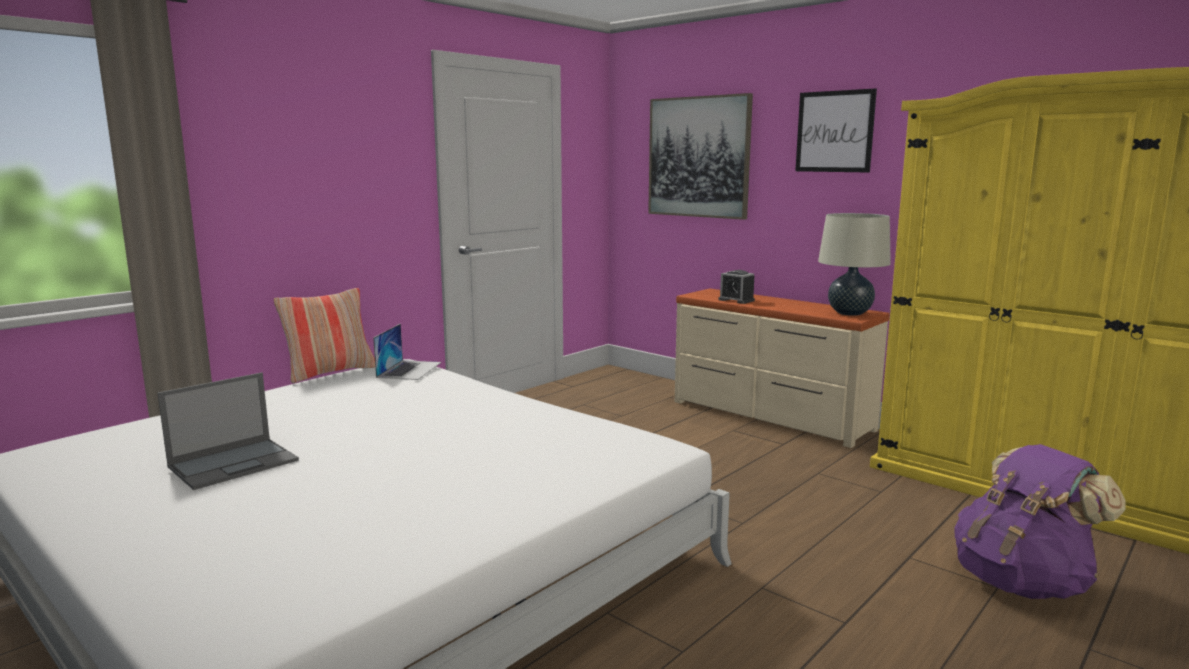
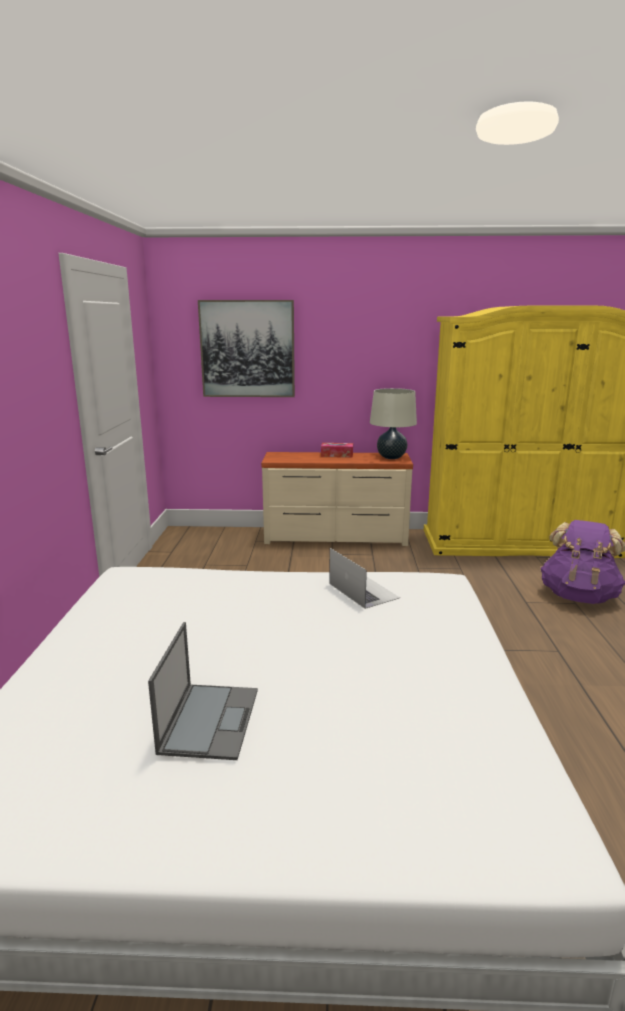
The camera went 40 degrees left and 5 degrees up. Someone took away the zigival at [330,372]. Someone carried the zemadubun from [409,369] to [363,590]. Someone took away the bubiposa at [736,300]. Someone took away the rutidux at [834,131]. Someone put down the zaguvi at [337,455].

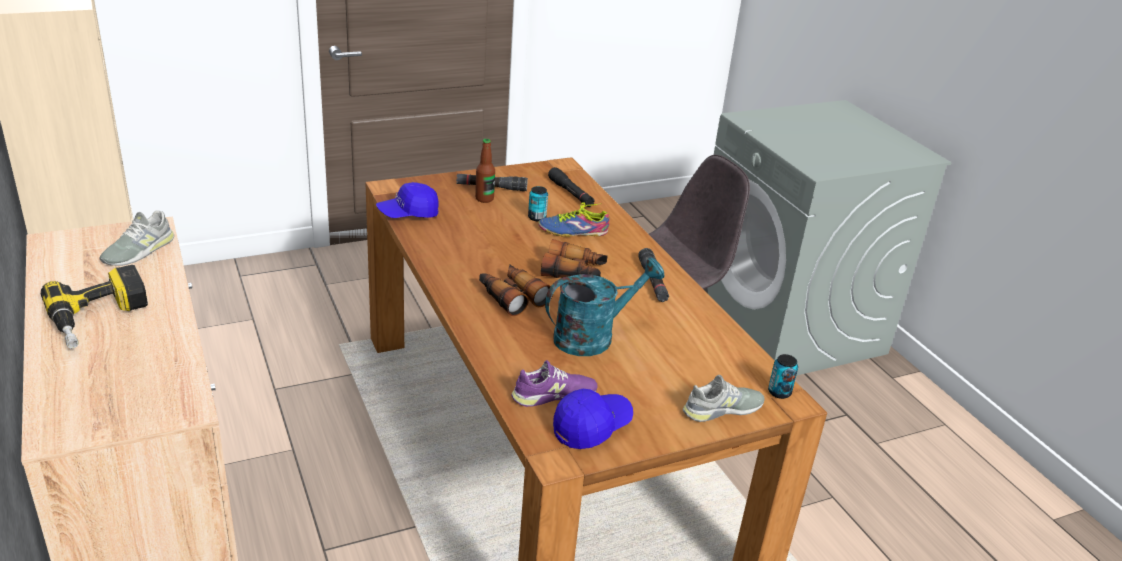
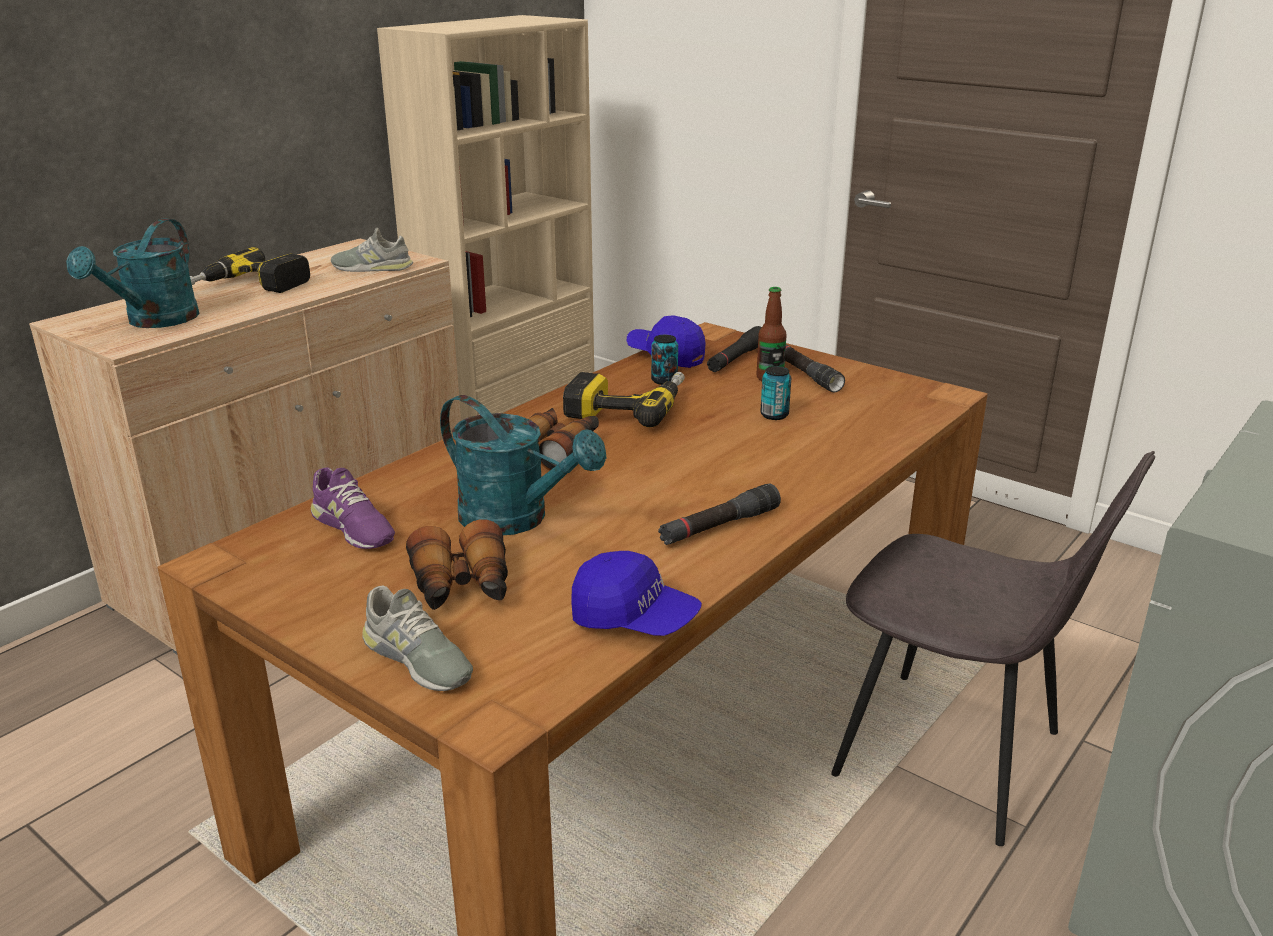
The camera went 65 degrees right and 5 degrees down. Someone took away the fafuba at [573,230]. Someone carried the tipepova from [574,272] to [462,587]. Someone carried the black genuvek from [571,193] to [736,358]. Someone carried the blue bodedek from [591,427] to [634,619]. Someone carried the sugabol from [779,392] to [664,380]. Someone put down the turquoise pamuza at [154,321]. Someone put down the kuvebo at [628,407].

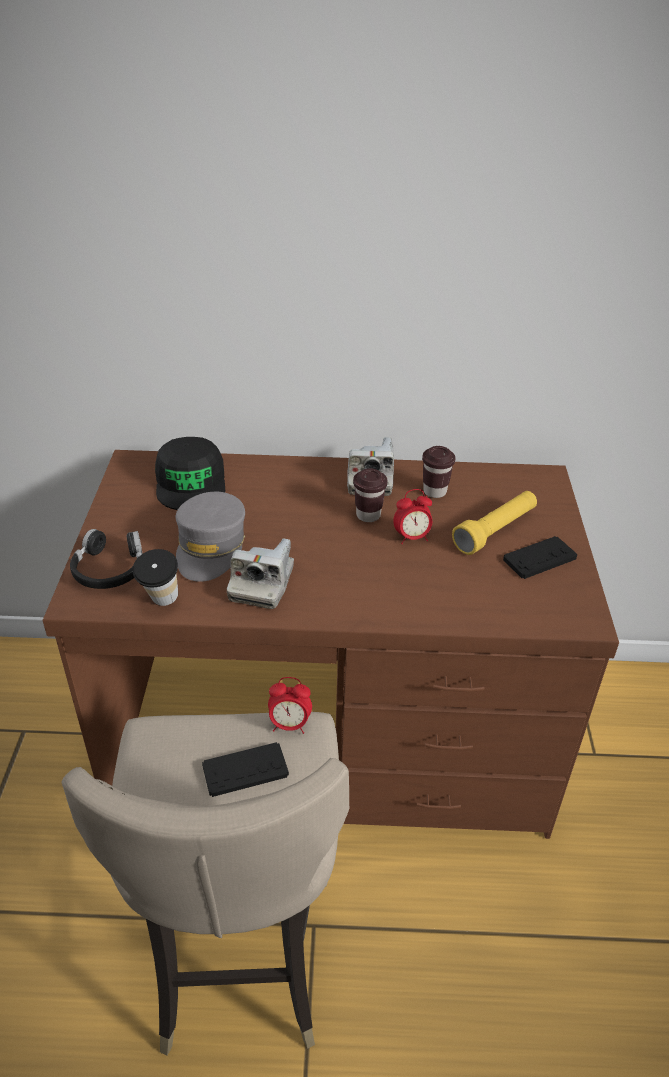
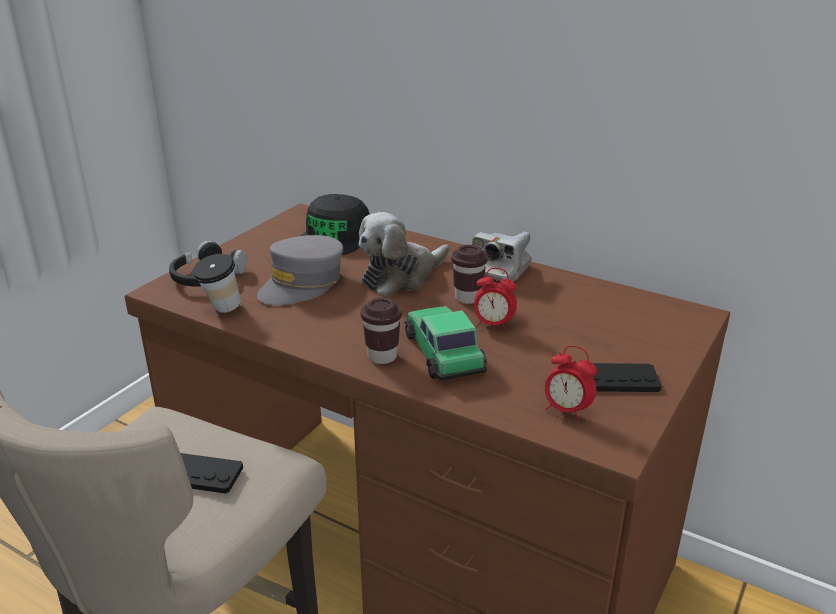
The camera went 30 degrees right and 10 degrees down. Someone took away the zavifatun at [262,584]. Someone carried the bubiposa from [289,725] to [566,411]. Someone carried the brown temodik from [434,491] to [382,356]. Someone took away the yellow genuvek at [495,531]. Someone put down the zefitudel at [401,277]. Someone put down the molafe at [443,352].

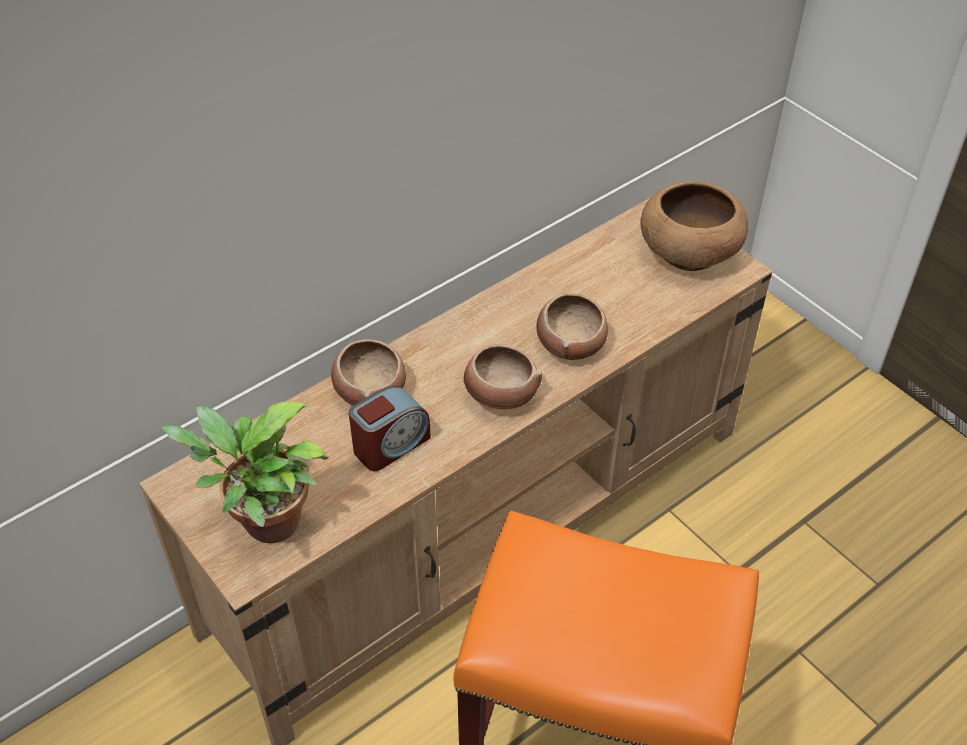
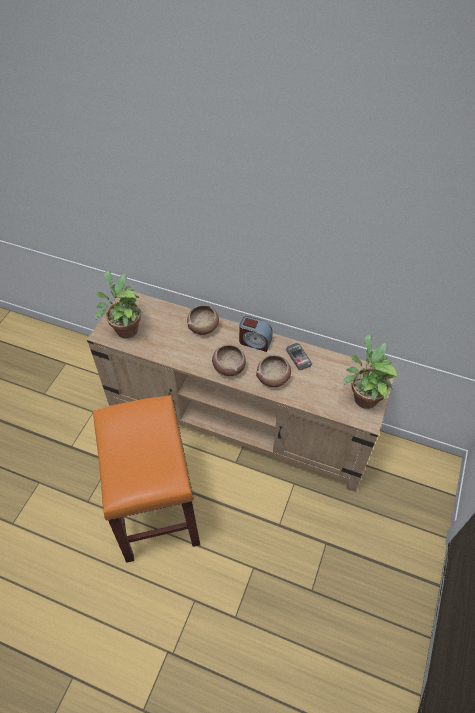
The camera went 60 degrees right and 5 degrees up. Someone carried the bubiposa from [390,444] to [255,341]. Someone swapped the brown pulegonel at [688,251] for the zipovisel at [363,396]. Someone put down the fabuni at [298,357].

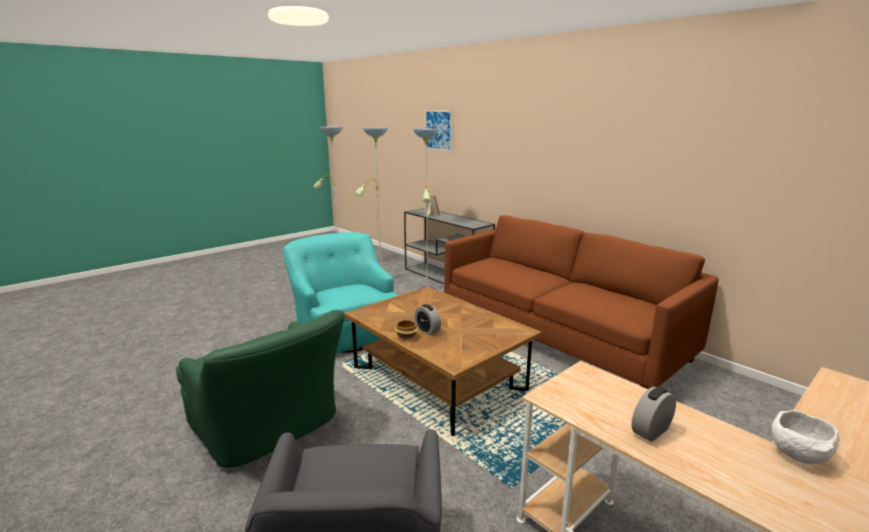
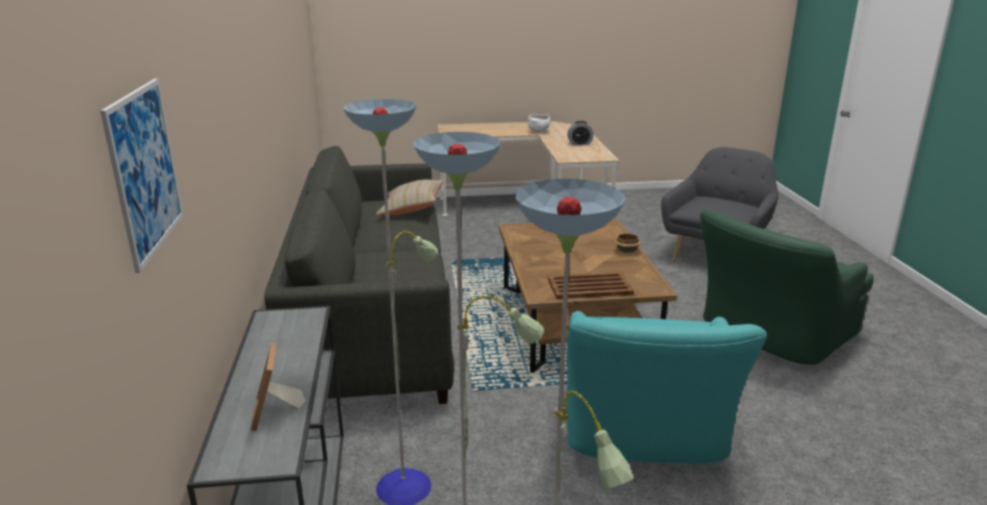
The camera went 145 degrees left and 5 degrees up. Someone rotated the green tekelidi at [270,427] by 120 degrees counterclockwise. Someone took away the bubiposa at [427,330]. Someone repainted the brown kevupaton at [559,335], which became the grey kevupaton at [373,319]. Someone put down the beige zigival at [411,209]. Someone put down the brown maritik at [590,286].

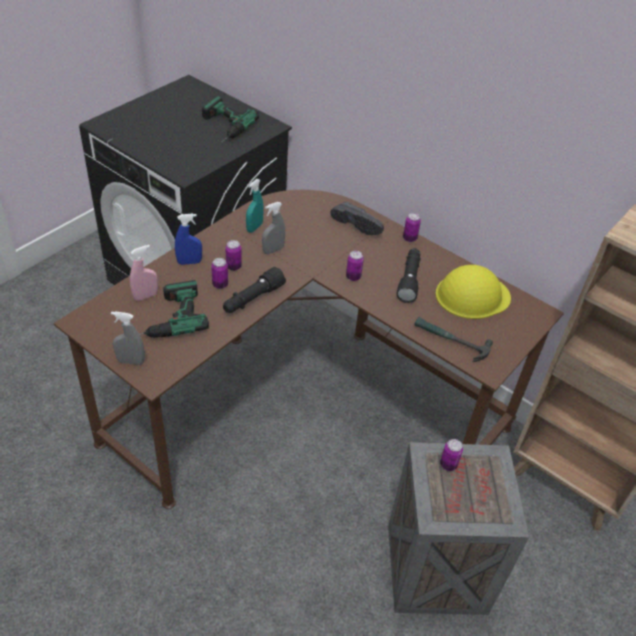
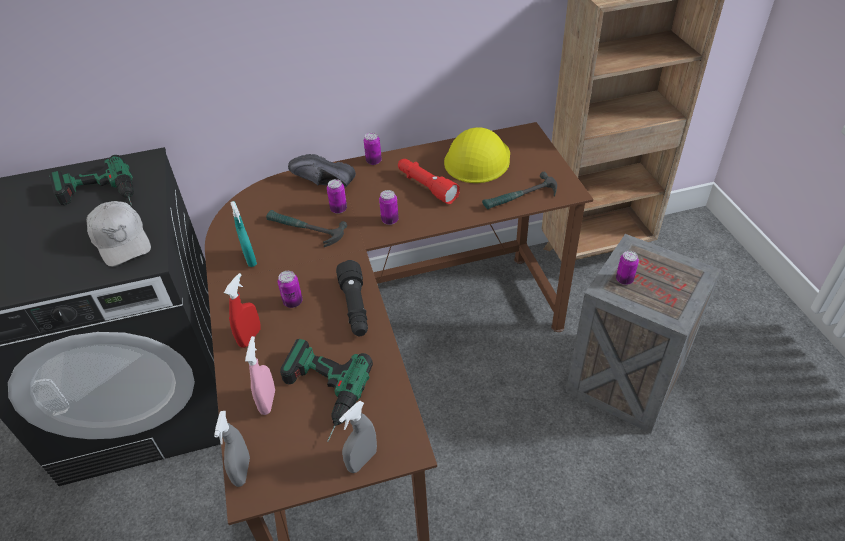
The camera went 50 degrees left and 0 degrees up. Someone repainted the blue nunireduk at [189,262], which became the red nunireduk at [250,337]. Someone carried the sugabol from [220,284] to [338,209]. Someone carried the grey nunireduk from [273,250] to [242,471]. Someone rotated the black fafuba at [358,224] by 150 degrees counterclockwise. Someone repainted the black genuvek at [409,280], which became the red genuvek at [426,186]. Someone put down the white bodedek at [122,240]. Someone put down the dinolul at [304,229].

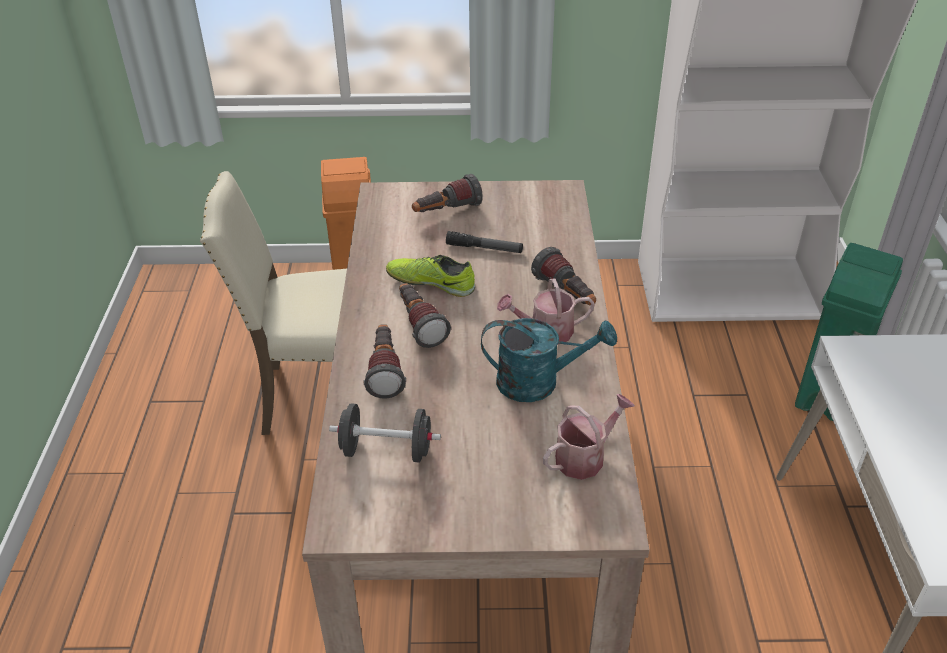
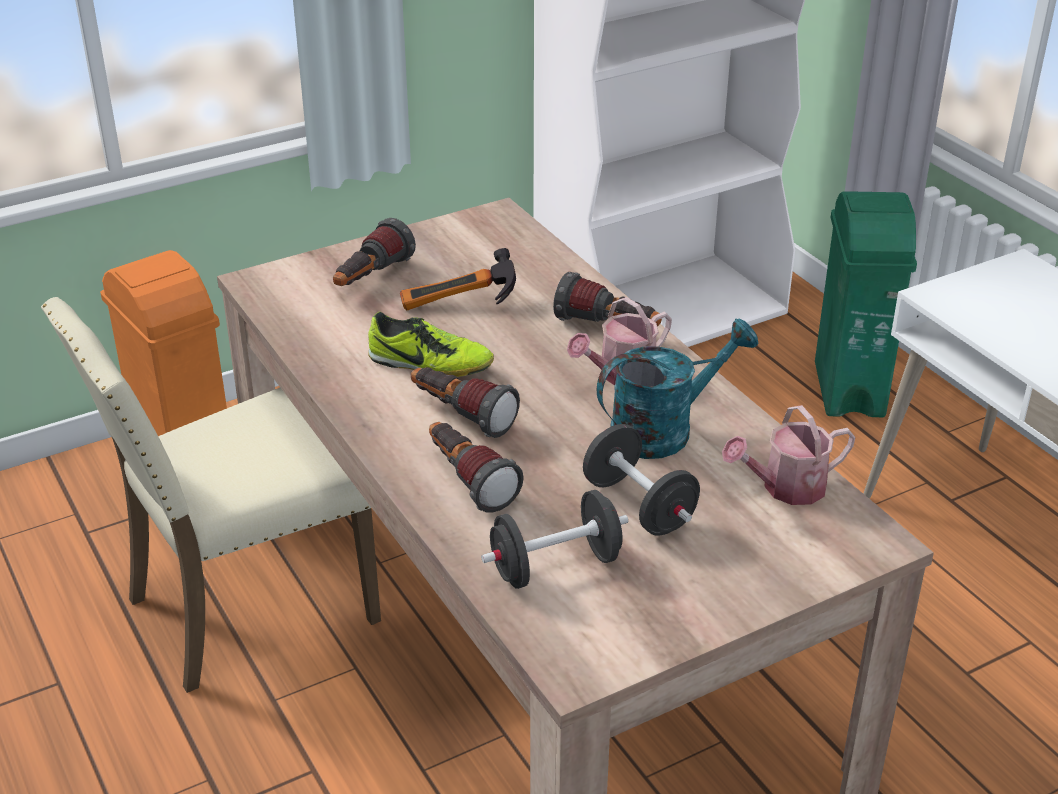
The camera went 30 degrees left and 5 degrees down. Someone rotated the fafuba at [431,283] by 150 degrees counterclockwise. Someone swapped the genuvek at [484,248] for the dinolul at [460,306]. Someone rotated the pamuza at [585,457] by 135 degrees counterclockwise. Someone put down the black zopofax at [639,506].

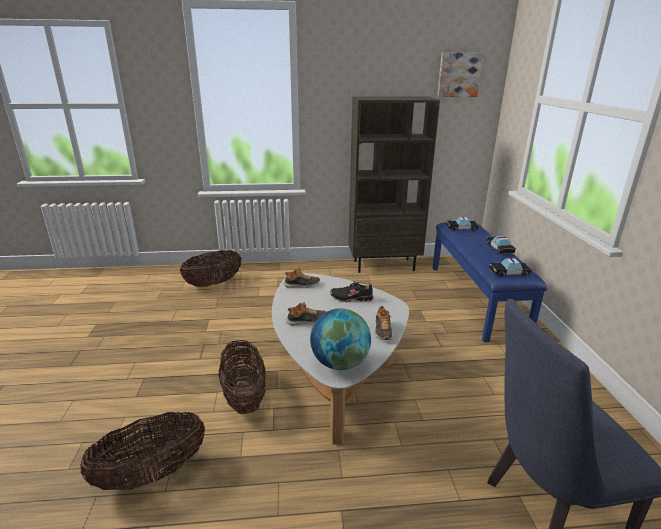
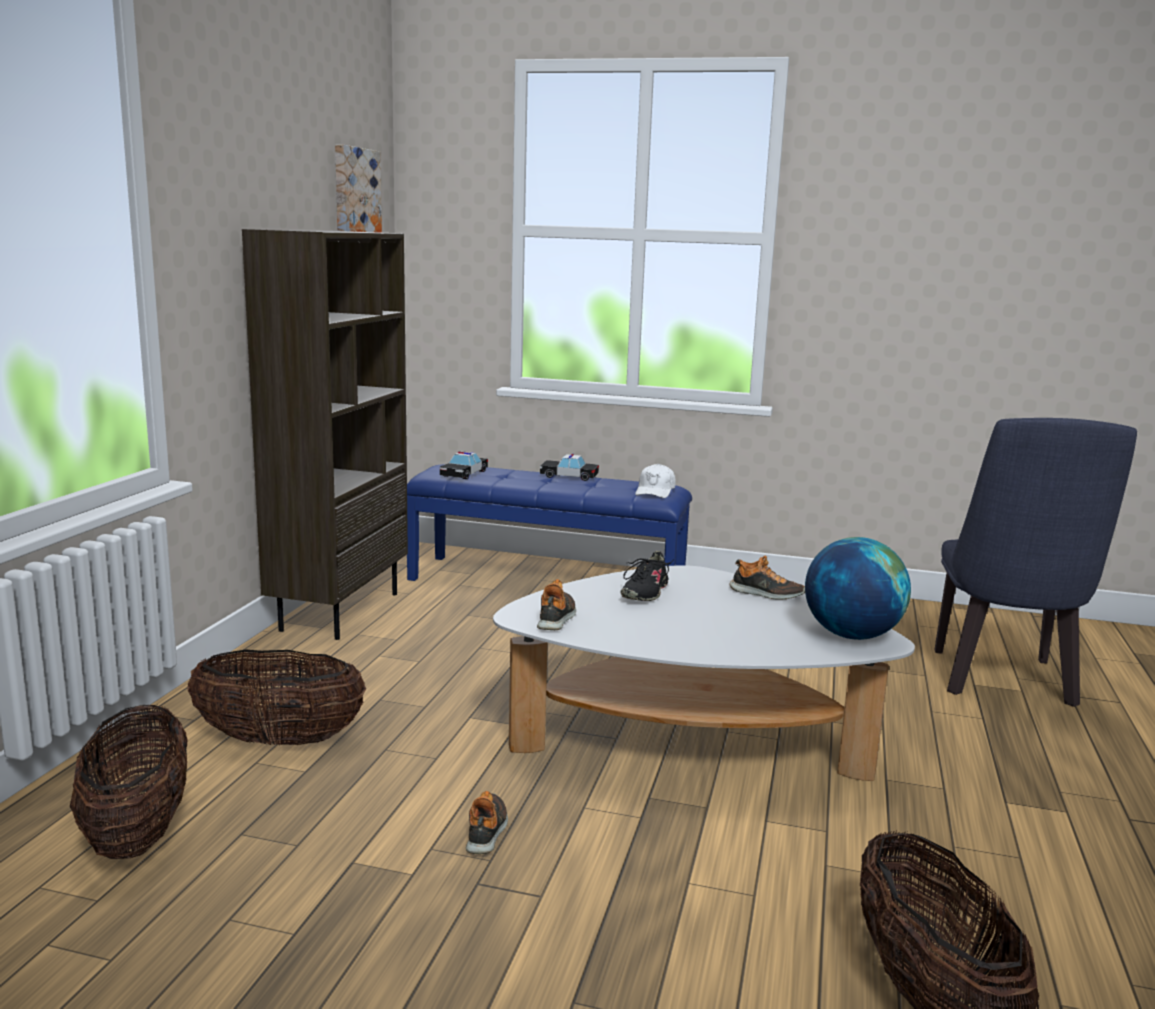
The camera went 70 degrees left and 10 degrees down. Someone carried the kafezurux from [244,397] to [279,740]. Someone carried the fafuba from [306,321] to [487,831]. Someone swapped the molafe at [508,273] for the white bodedek at [655,491].

